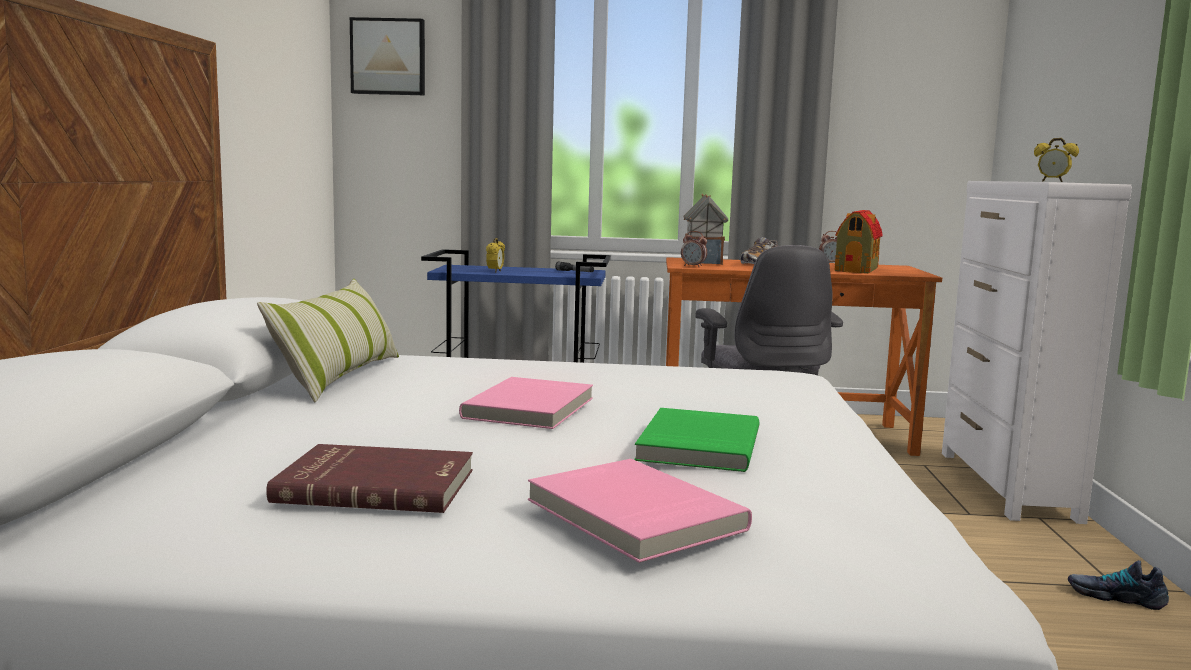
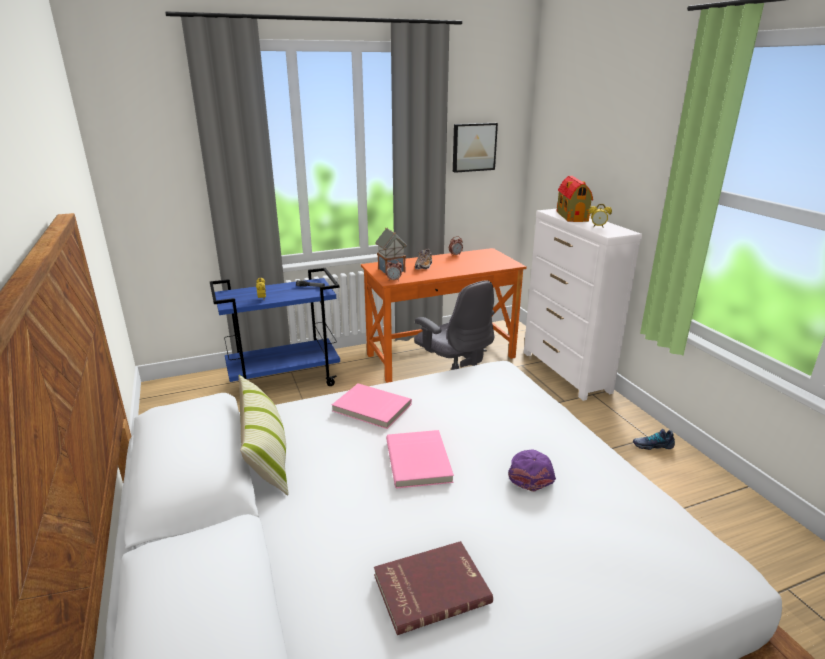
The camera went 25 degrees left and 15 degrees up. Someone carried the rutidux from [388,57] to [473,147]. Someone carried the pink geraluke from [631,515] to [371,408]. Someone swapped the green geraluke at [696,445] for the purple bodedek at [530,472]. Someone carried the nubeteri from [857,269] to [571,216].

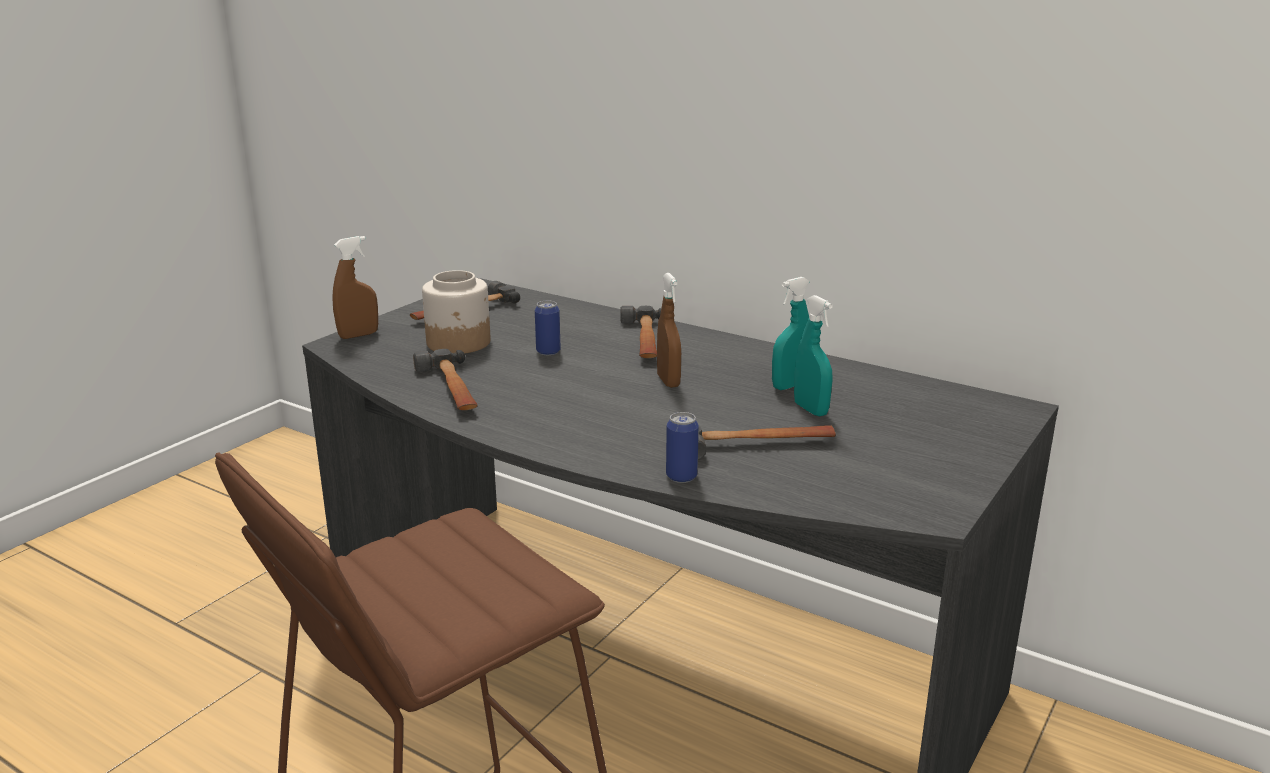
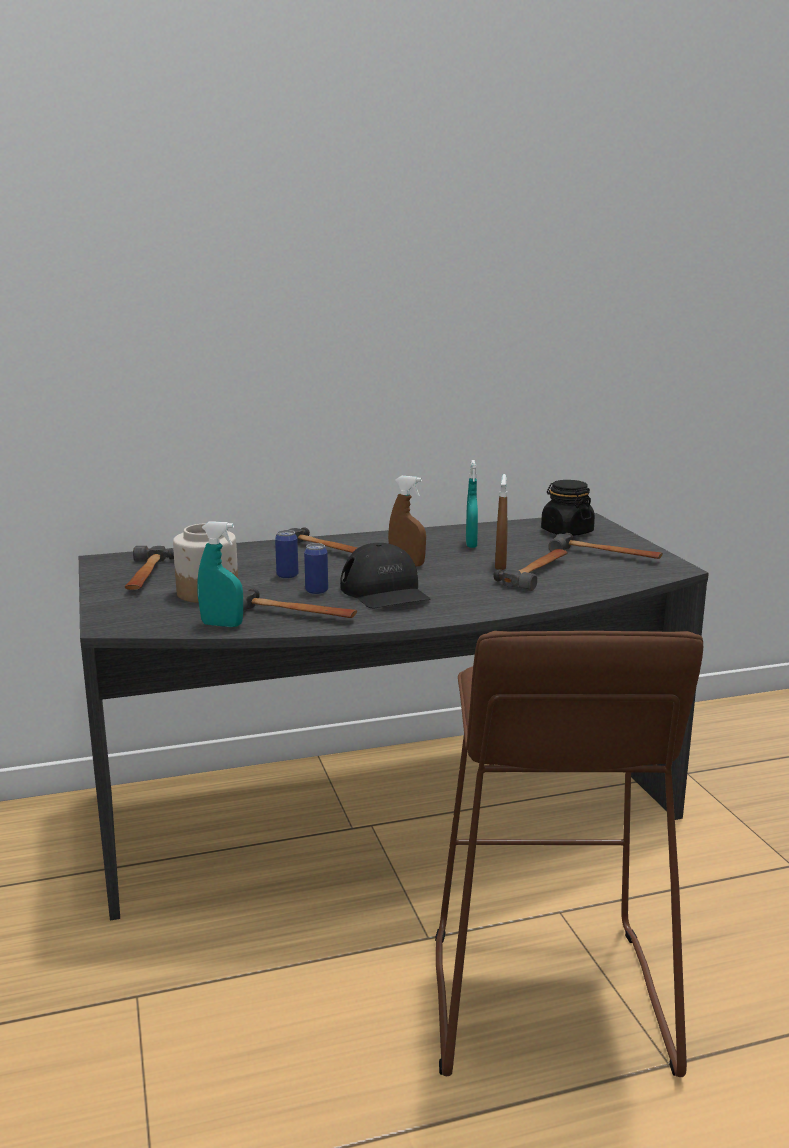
The camera went 50 degrees left and 5 degrees down. Someone carried the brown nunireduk from [358,335] to [500,565]. Someone carried the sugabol from [681,476] to [316,591]. Someone carried the turquoise nunireduk from [810,409] to [222,625]. Someone put down the black bodedek at [385,592]. Someone put down the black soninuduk at [566,532]. Someone put down the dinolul at [605,555].

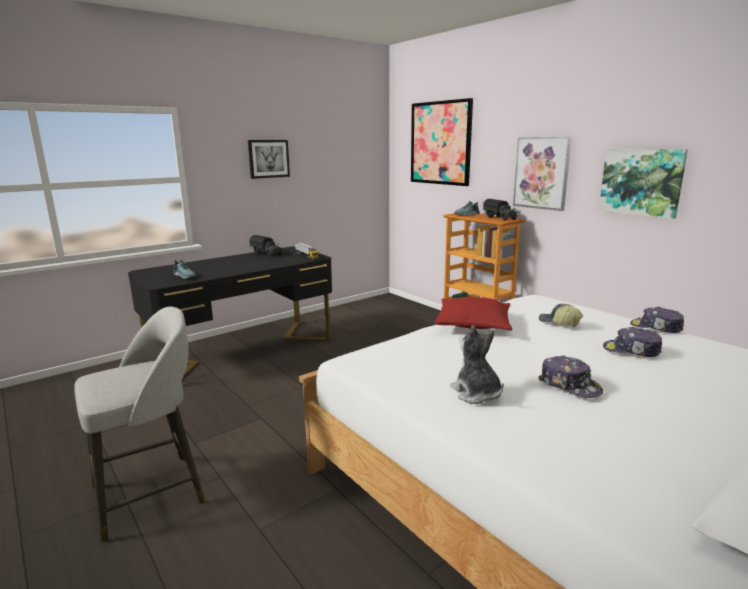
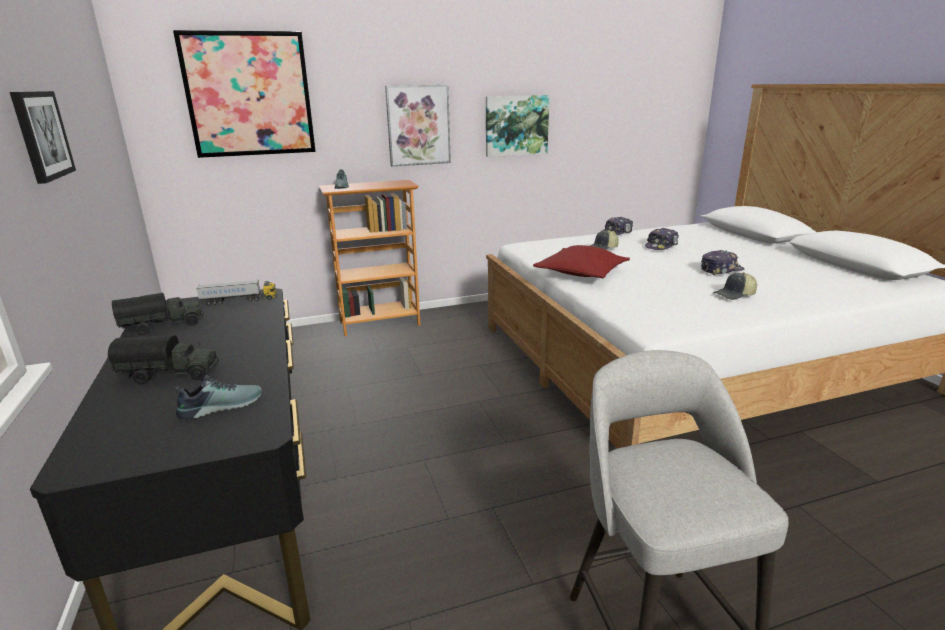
The camera went 70 degrees left and 5 degrees up. Someone swapped the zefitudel at [476,394] for the bodedek at [735,295]. Someone carried the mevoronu from [500,218] to [171,375].

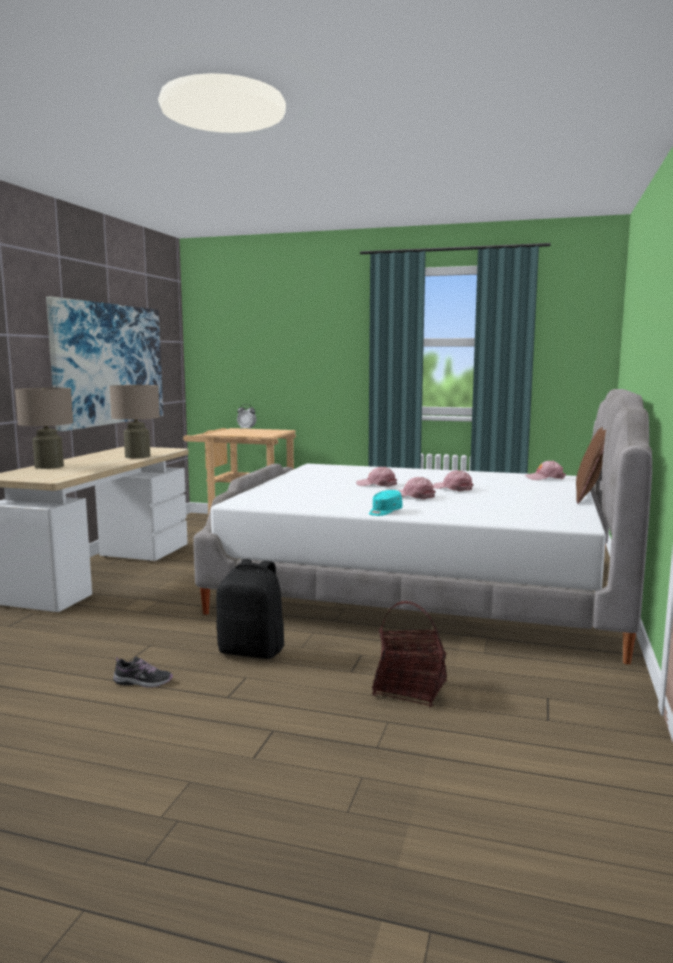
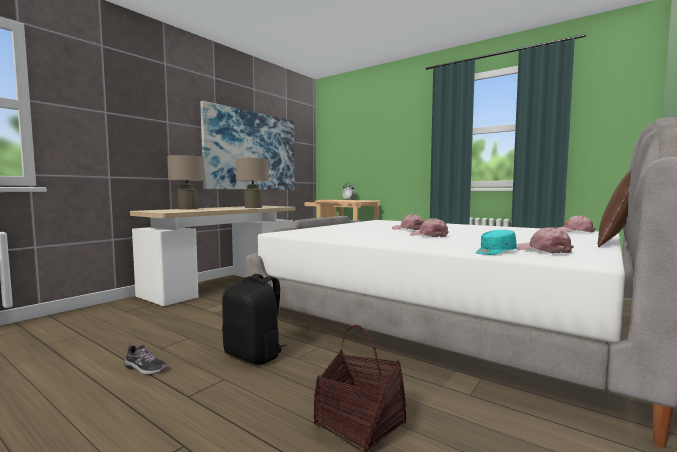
The camera went 20 degrees right and 5 degrees down. Someone carried the turquoise bodedek from [384,512] to [494,252]. Someone carried the pink bodedek from [453,488] to [543,250].

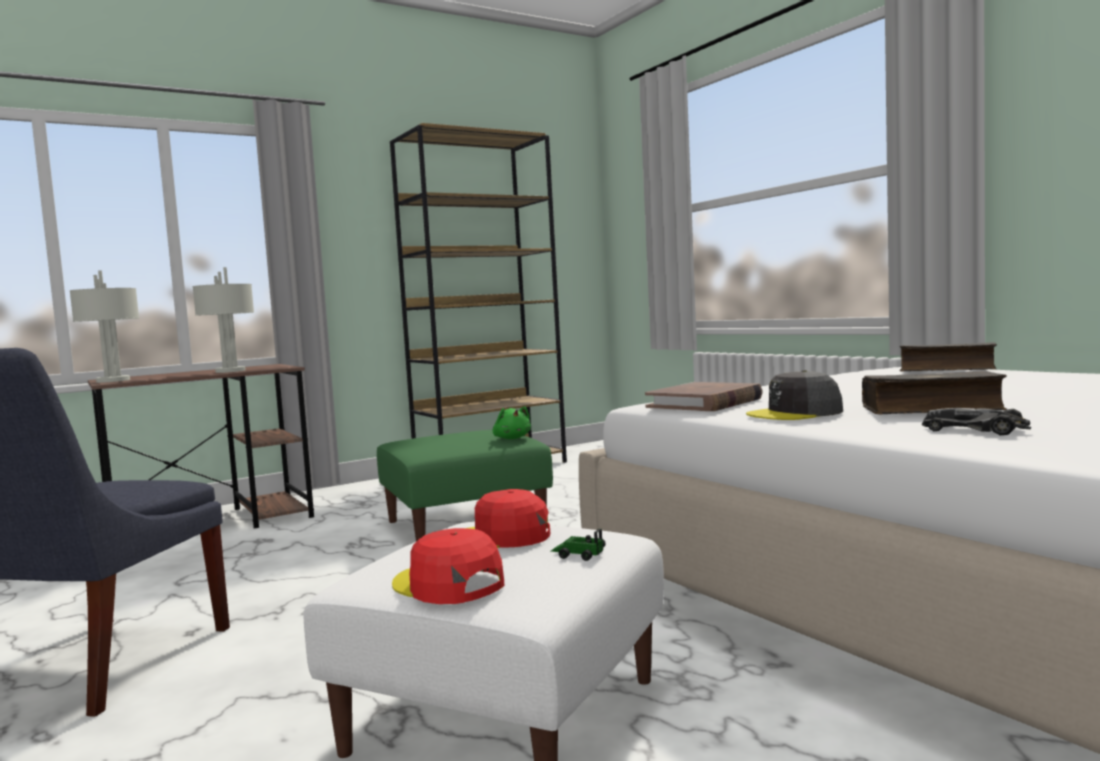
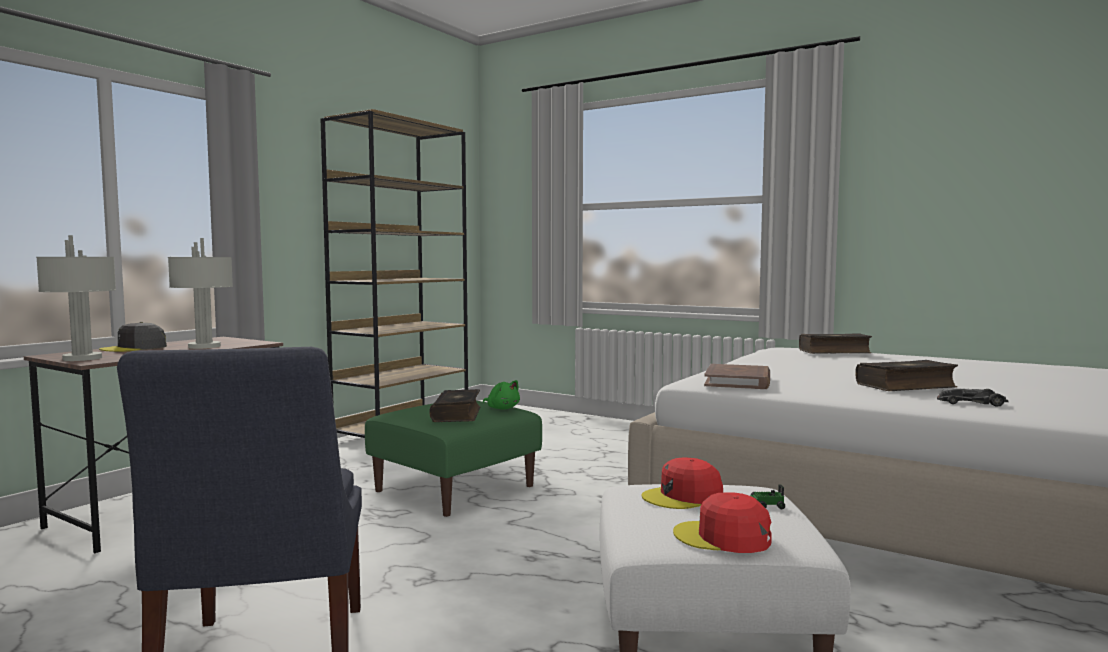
The camera went 25 degrees left and 0 degrees up. Someone carried the grey bodedek from [795,413] to [135,348]. Someone put down the geraluke at [457,414].

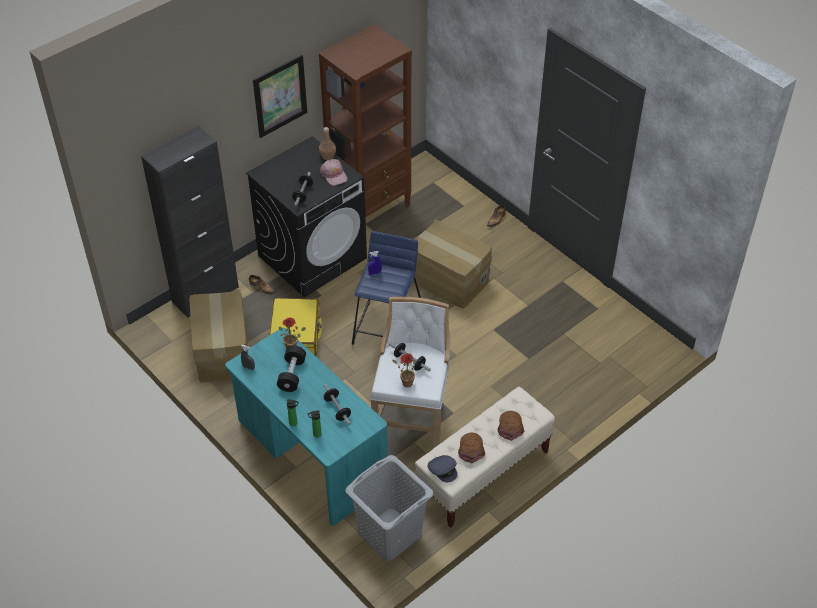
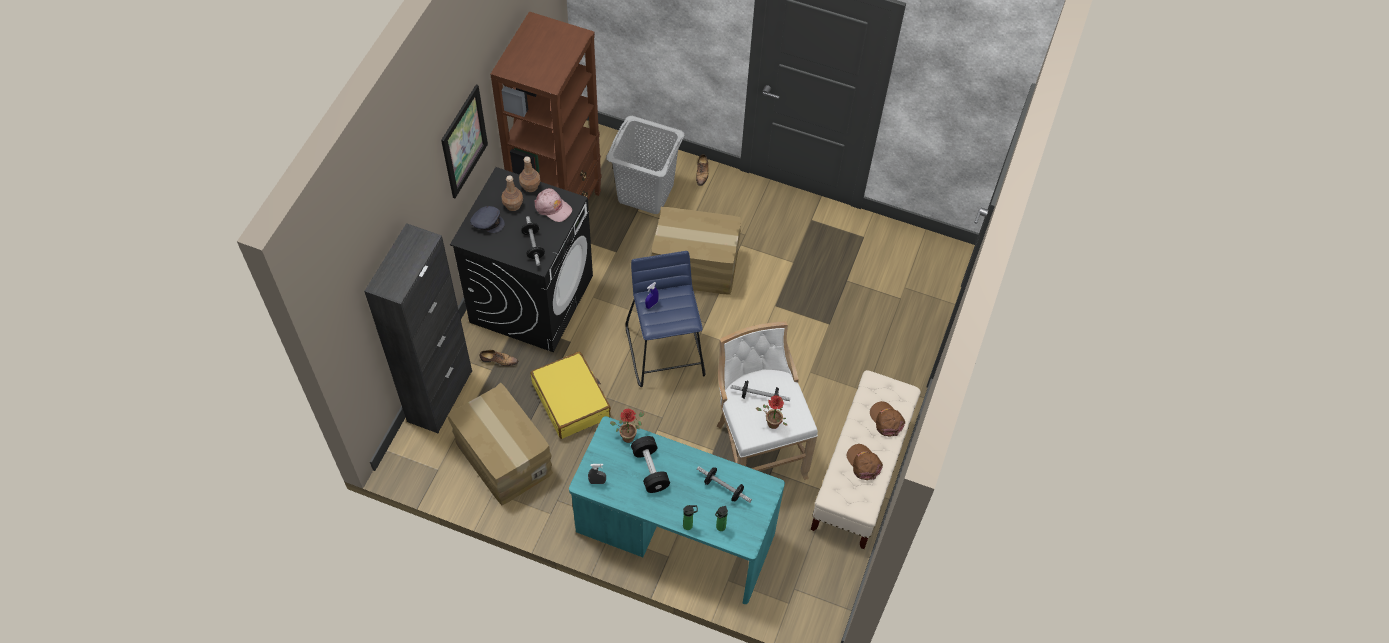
The camera went 30 degrees left and 10 degrees up. Someone carried the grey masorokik from [390,534] to [646,193]. Someone carried the grey bodedek from [443,470] to [487,222]. Someone put down the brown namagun at [513,205].

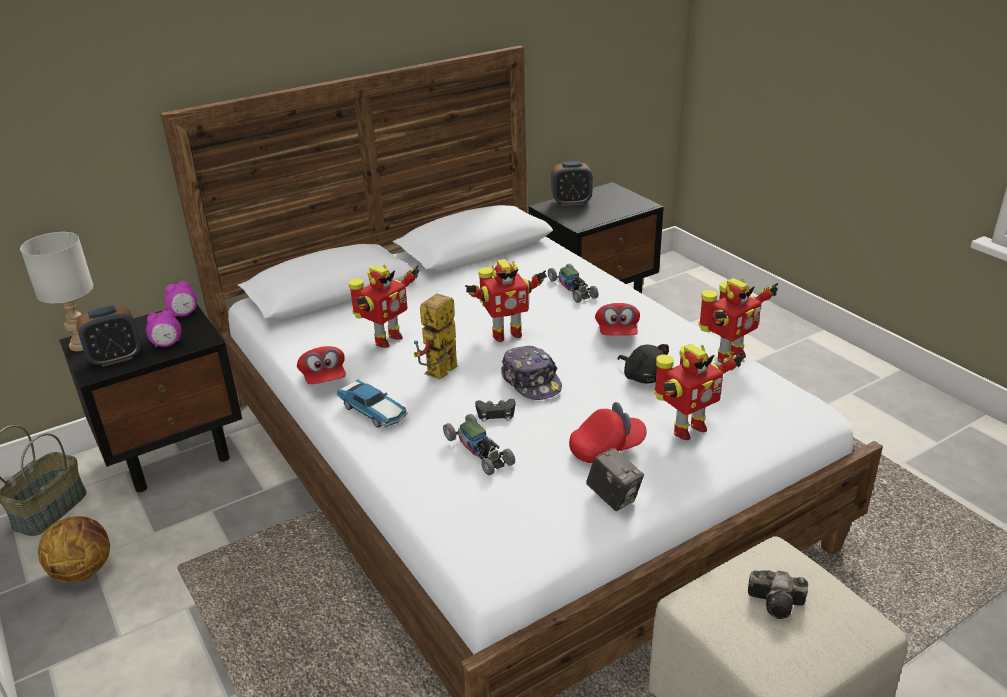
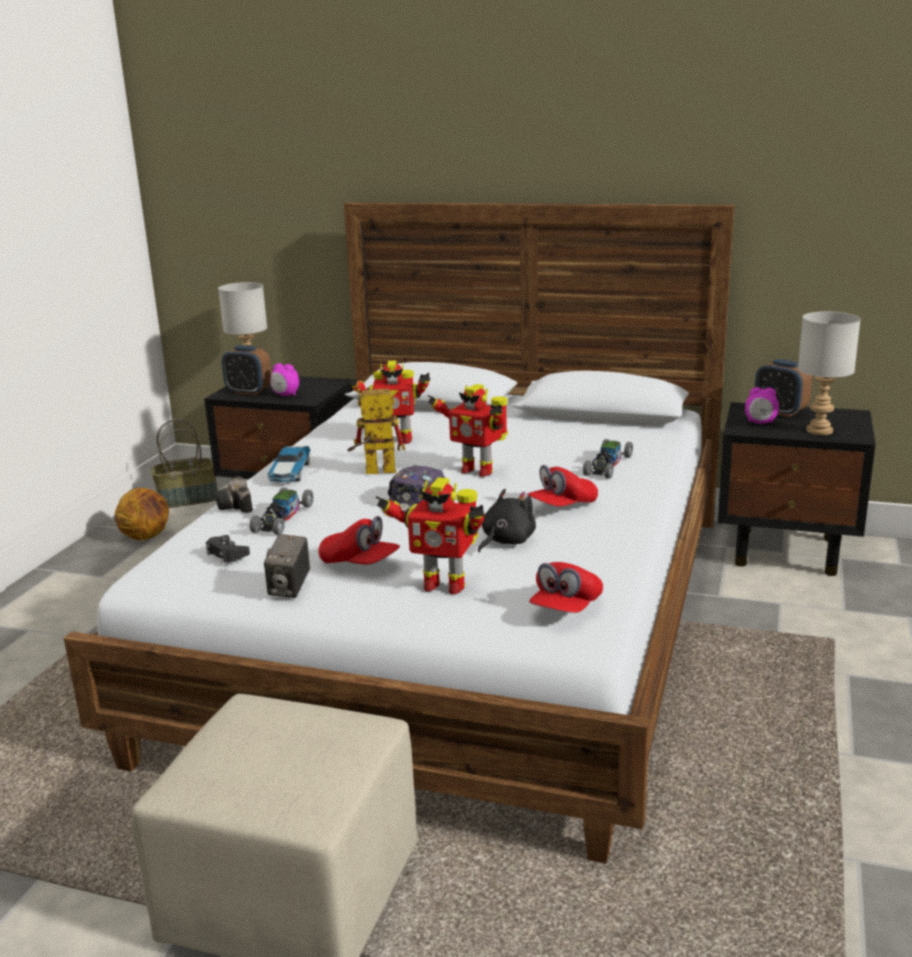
The camera went 50 degrees right and 10 degrees down. Someone carried the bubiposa from [184,314] to [760,423]. Someone carried the red bodedek from [324,378] to [566,608]. Someone carried the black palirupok from [495,413] to [227,554]. Someone rotated the black zefitudel at [644,377] by 150 degrees counterclockwise. Someone took away the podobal at [728,356]. Someone carried the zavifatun from [778,603] to [237,507]. Someone put down the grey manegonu at [818,431].

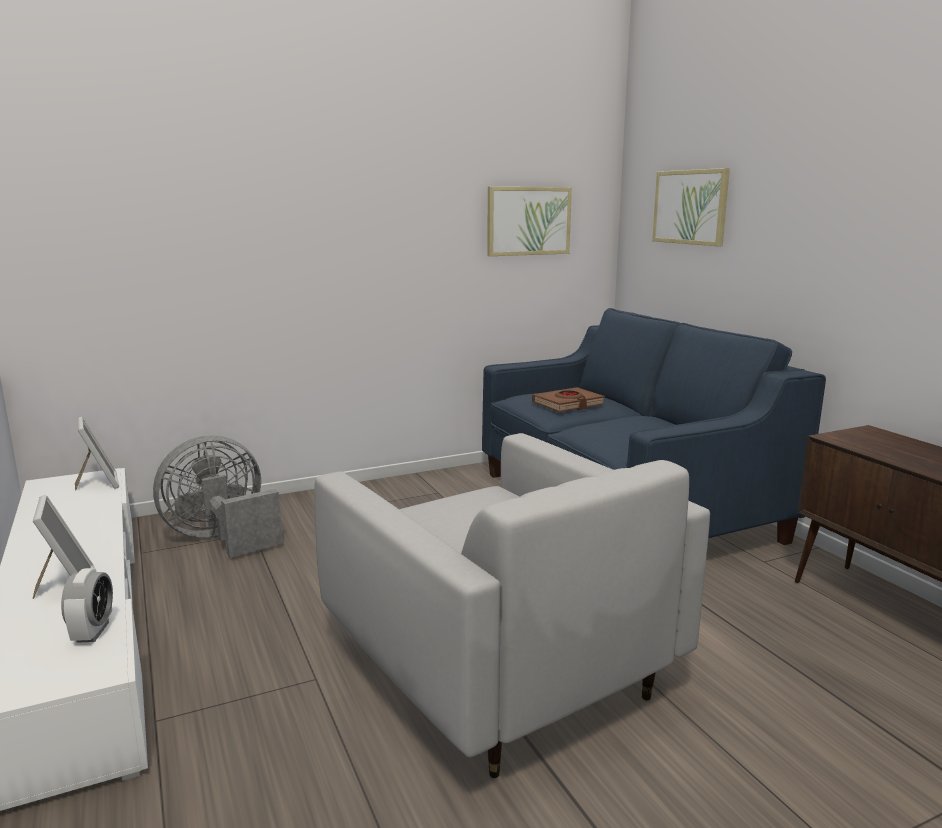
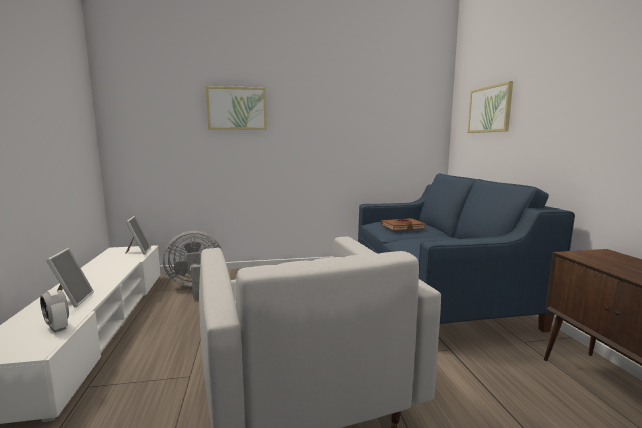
The camera went 15 degrees right and 5 degrees down. Someone rotated the bubiposa at [93,632] by 120 degrees clockwise. Someone carried the rutidux from [528,221] to [237,108].

